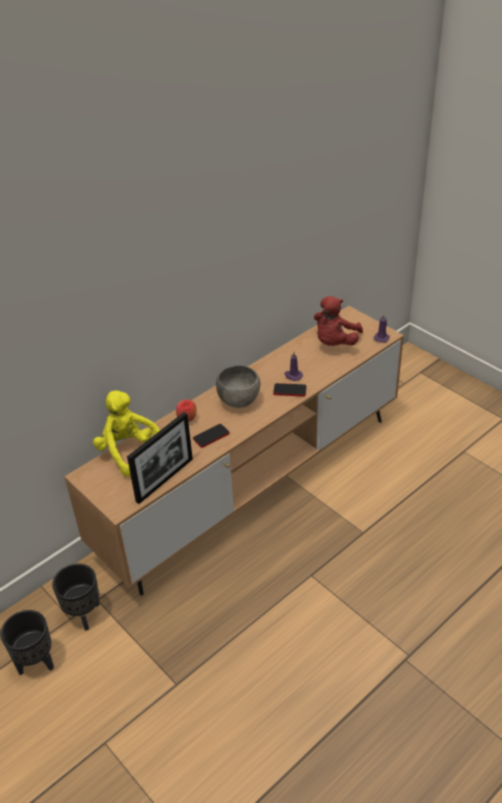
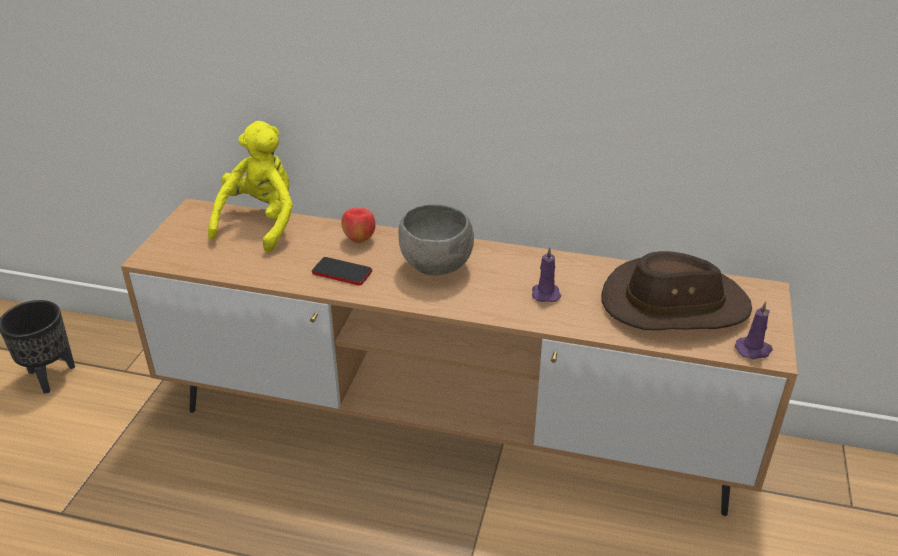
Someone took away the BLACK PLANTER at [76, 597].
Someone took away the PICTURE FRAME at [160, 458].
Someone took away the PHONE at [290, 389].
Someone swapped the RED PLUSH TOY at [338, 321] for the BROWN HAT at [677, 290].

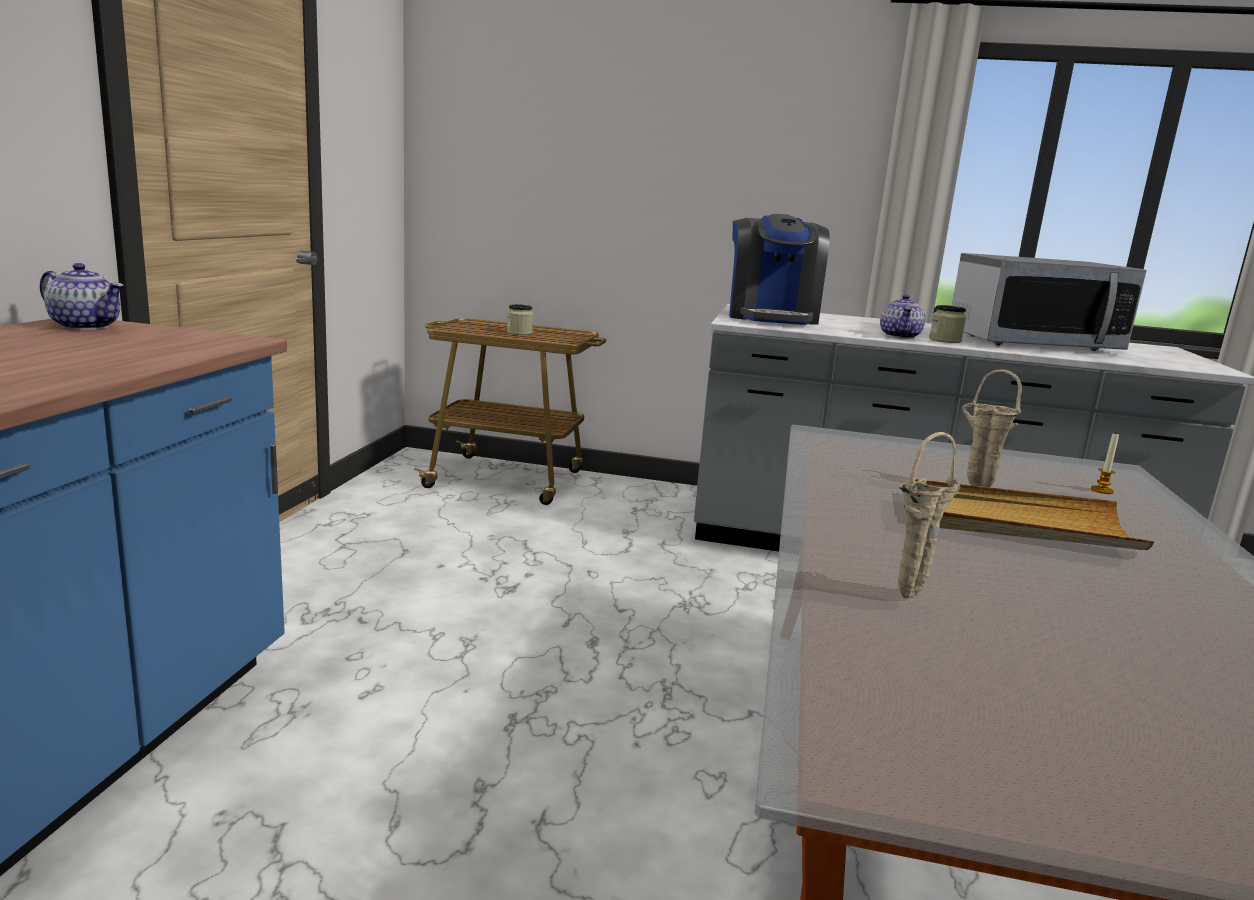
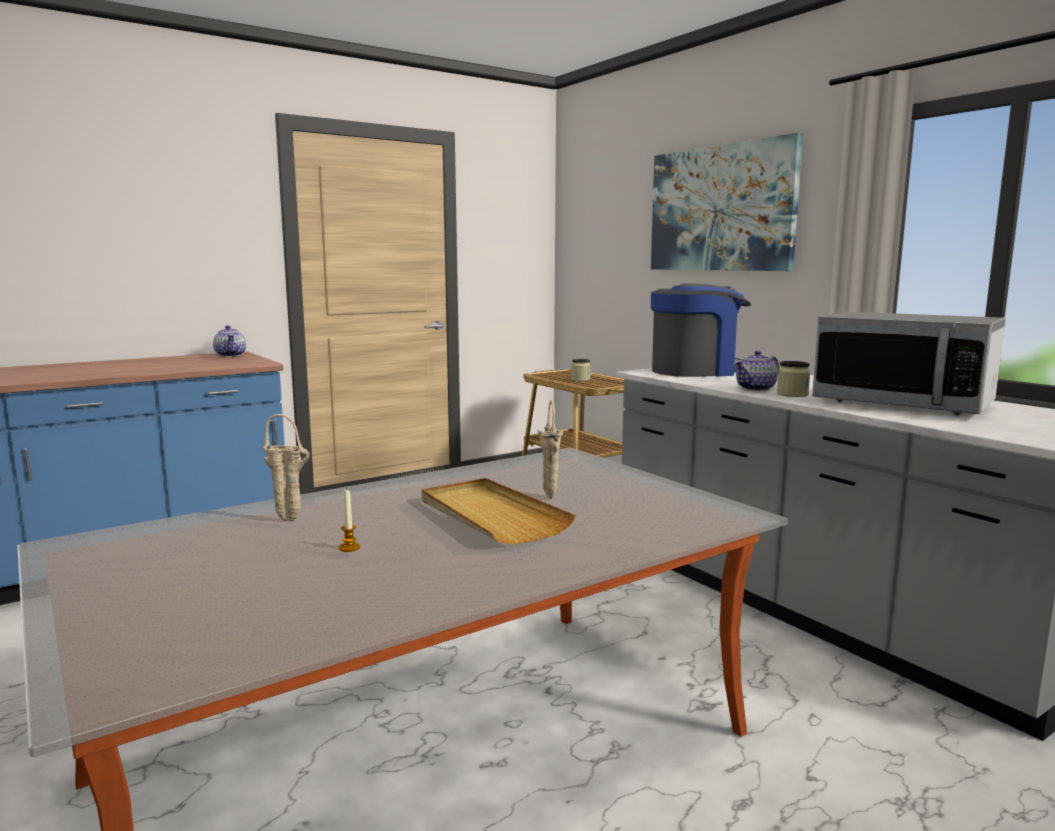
Someone rotated the COFFEE MACHINE at [779, 269] by 150 degrees counterclockwise.
Someone carried the CANDLE from [1105, 464] to [349, 520].
Someone put up the PICTURE at [727, 202].

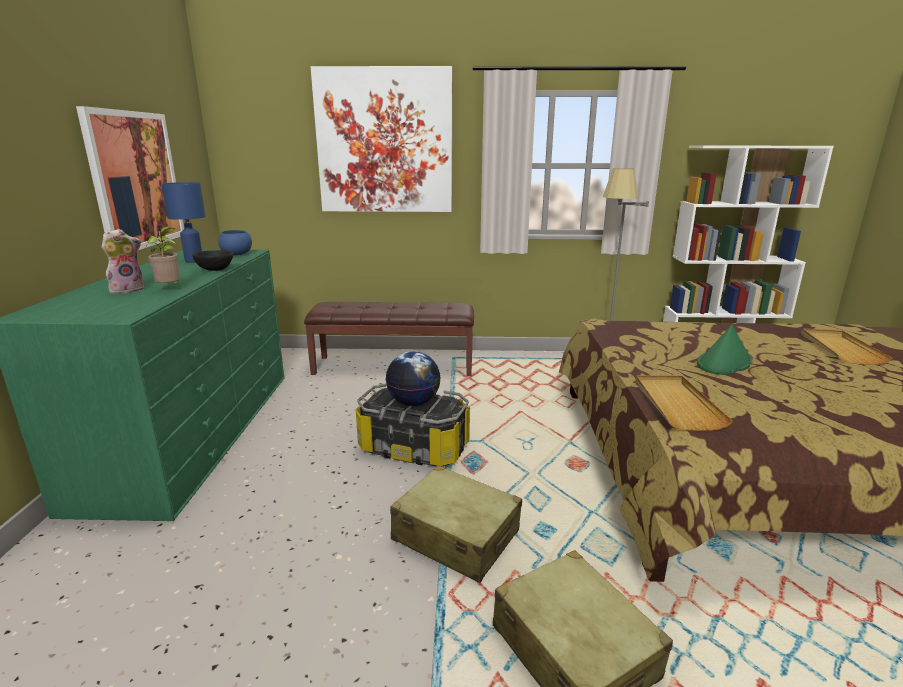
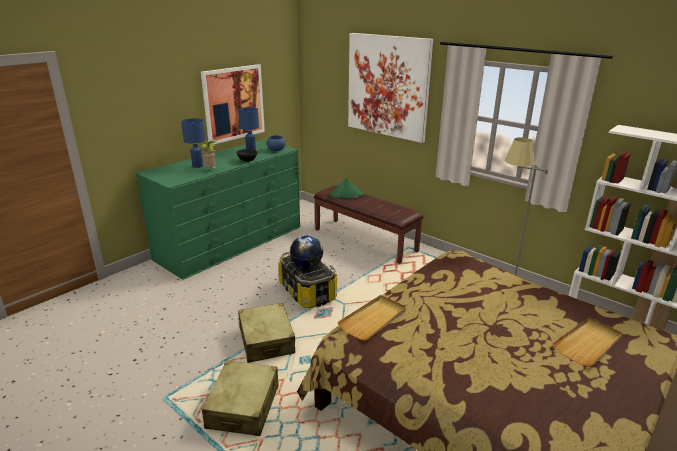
Someone swapped the PLUSH TOY at [122, 261] for the BLUE TABLE LAMP at [193, 143].
Someone carried the GREEN HAT from [725, 350] to [347, 188].

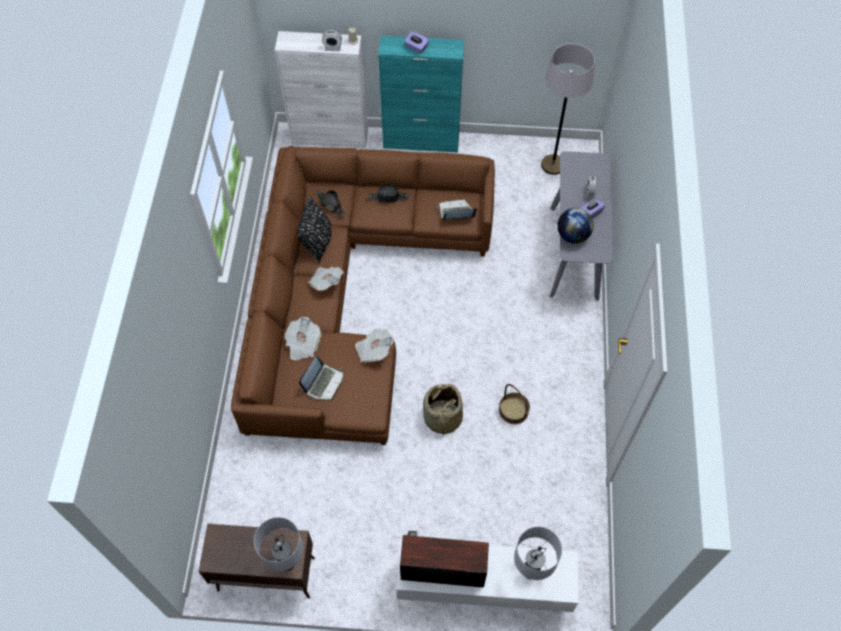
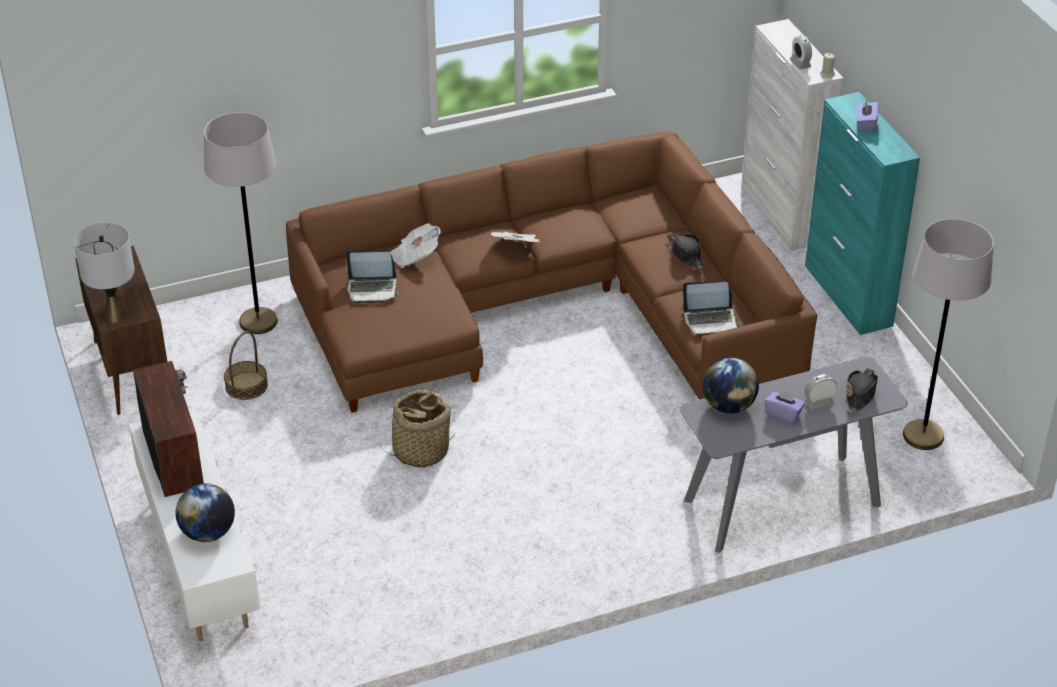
Someone took away the BLACK PILLOW at [314, 229].
Someone carried the BLACK HAT from [331, 203] to [862, 390].
Someone took away the NEWSPAPER at [374, 346].
Someone rotated the LAPTOP at [457, 209] by 120 degrees clockwise.
Someone carried the BASKET from [514, 404] to [246, 365].
Someone swapped the GREY TABLE LAMP at [538, 553] for the GLOBE at [205, 512].
Someone put down the GREY FLOOR LAMP at [241, 223].

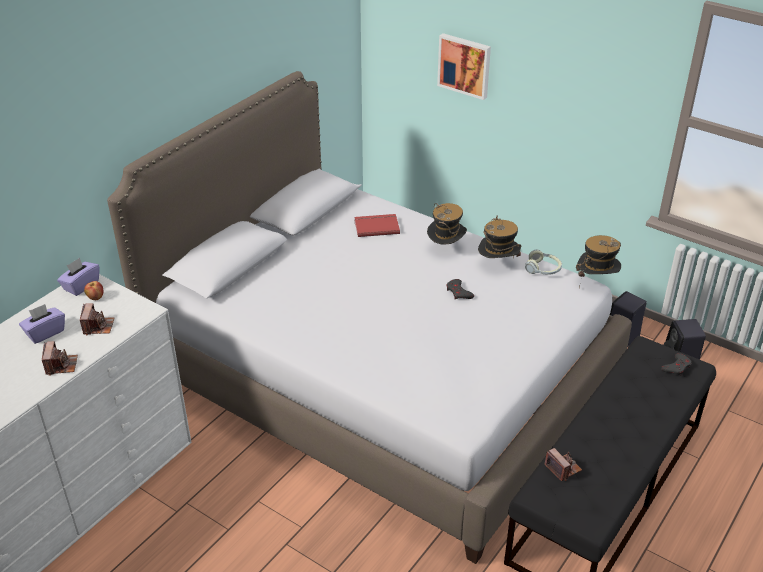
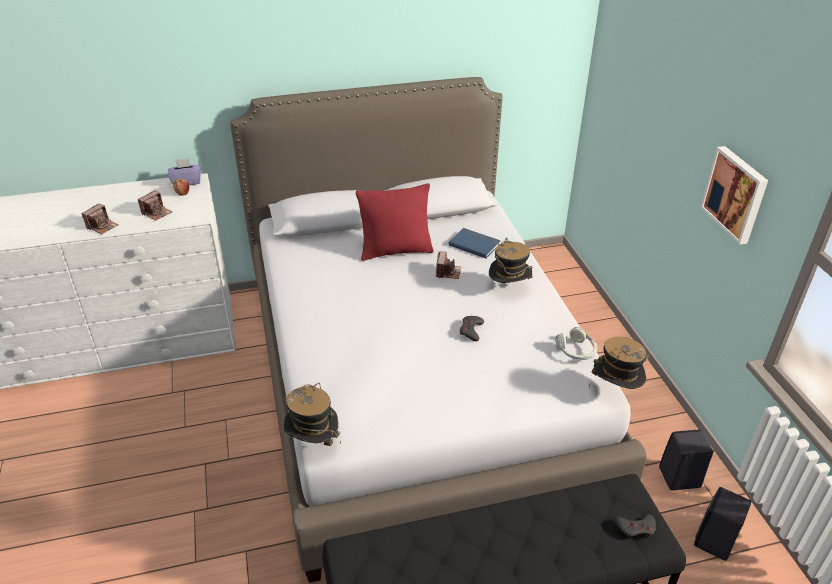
Someone took away the PURPLE TISSUE BOX at [42, 324].
Someone repainted the RED BOOK at [377, 225], which became the BLUE BOOK at [475, 243].
Someone carried the PICTURE from [464, 66] to [734, 195].
Someone carried the HAT from [499, 236] to [312, 414].
Someone carried the PHOTO CAMERA from [563, 464] to [448, 265].
Someone put down the RED PILLOW at [395, 222].

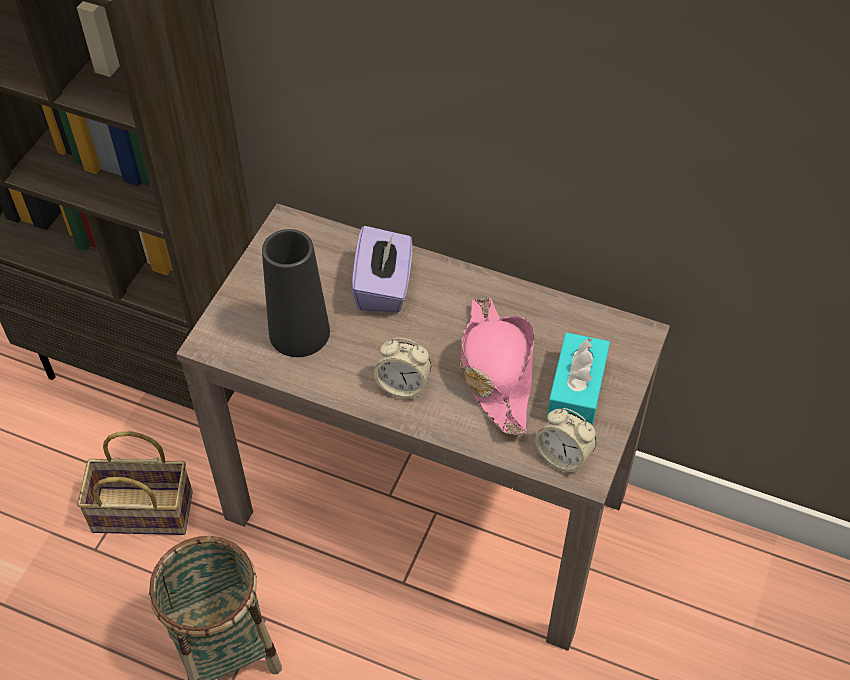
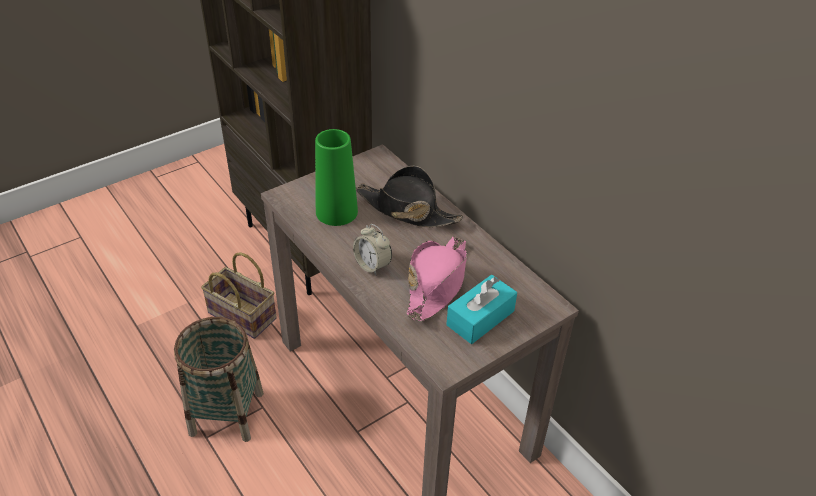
Someone repainted the BLACK VASE at [296, 293], which became the GREEN VASE at [336, 177].
Someone swapped the PURPLE TISSUE BOX at [382, 269] for the BLACK HAT at [409, 197].
Someone took away the ALARM CLOCK at [566, 441].

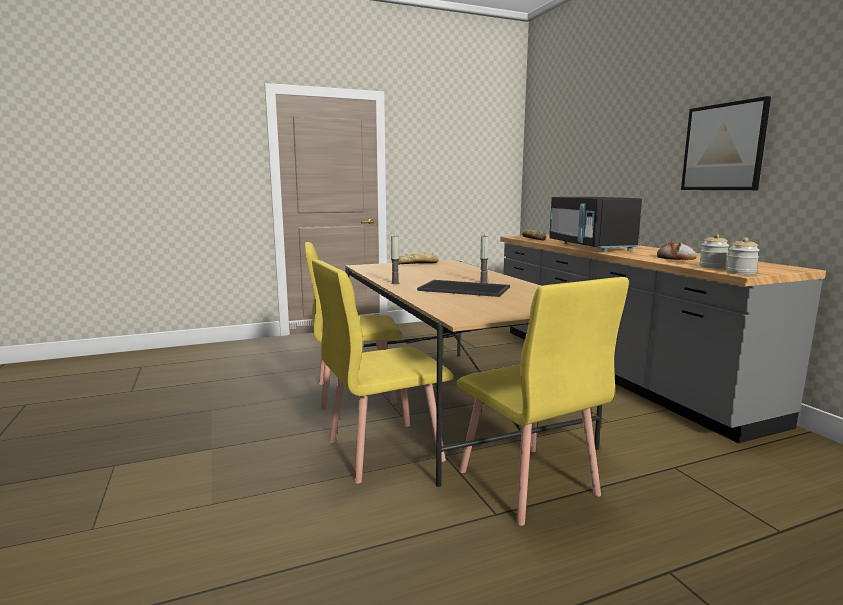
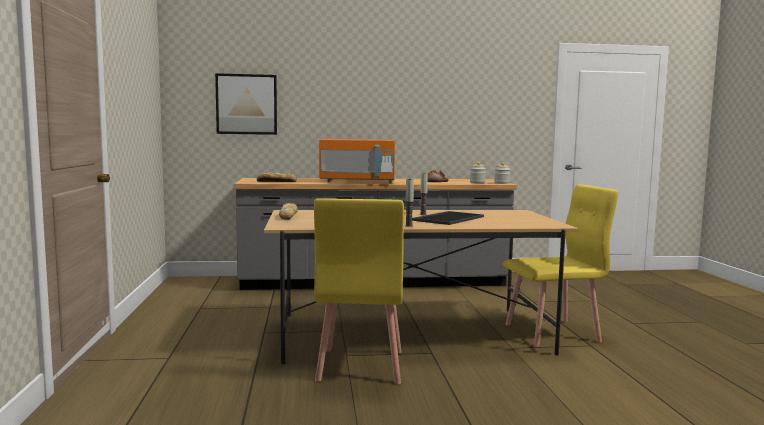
Someone took away the YELLOW CHAIR at [383, 372].
Someone repainted the BLACK MICROWAVE at [595, 224], which became the ORANGE MICROWAVE at [357, 161].
Someone carried the PICTURE from [726, 143] to [246, 104].

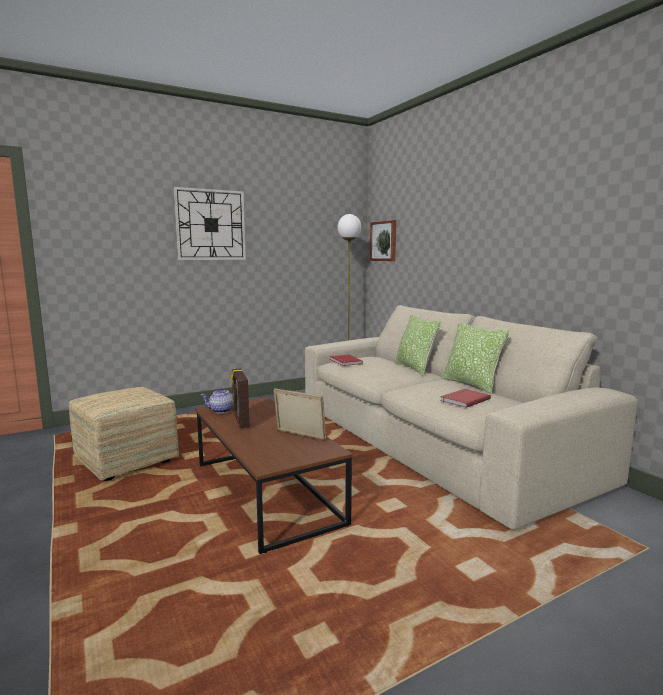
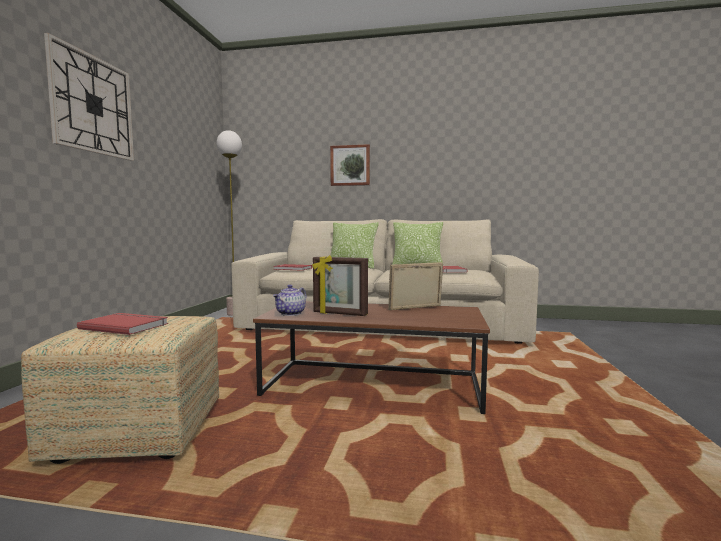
Someone carried the PICTURE from [383, 240] to [350, 165].
Someone put down the RED BOOK at [122, 324].

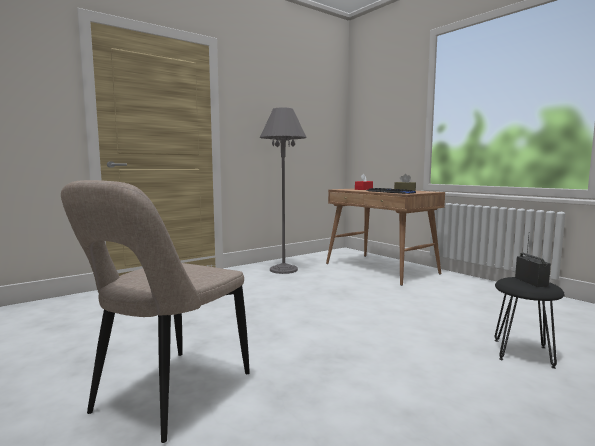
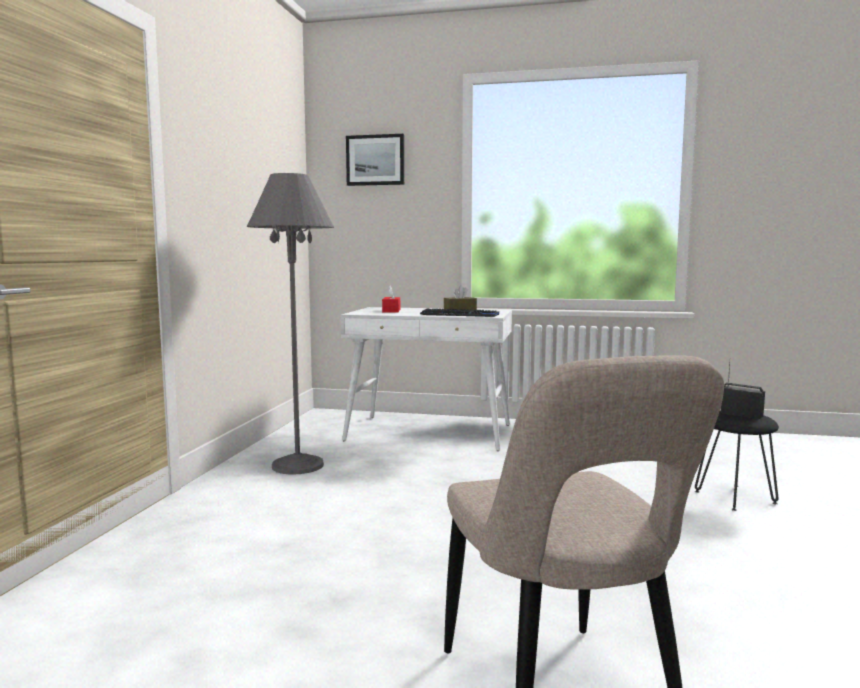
Someone repainted the BROWN DESK at [385, 237], which became the WHITE DESK at [426, 379].
Someone put up the PICTURE at [375, 160].

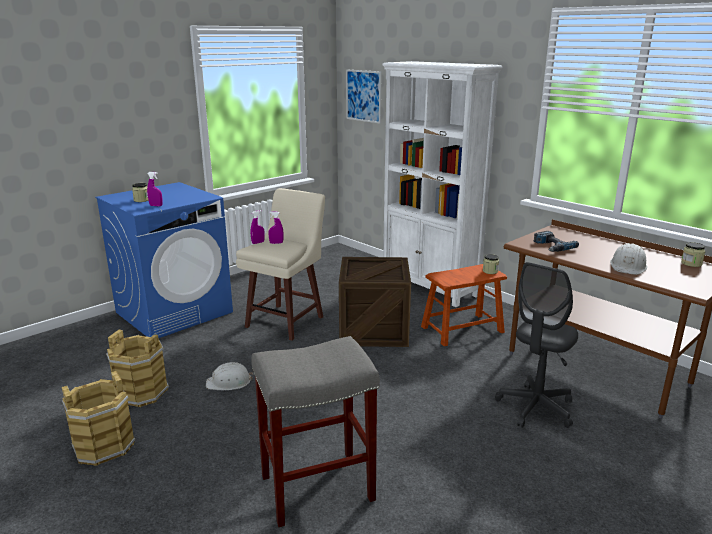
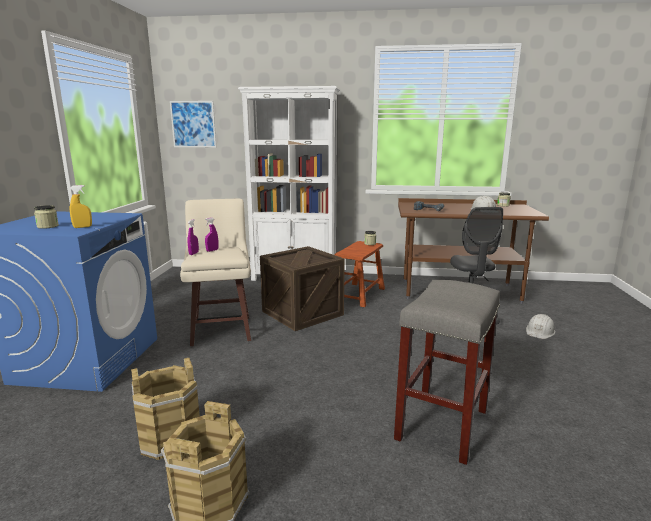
Someone repainted the PURPLE SPRAY BOTTLE at [155, 189], which became the YELLOW SPRAY BOTTLE at [81, 206].
Someone carried the WHITE HARD HAT from [229, 376] to [540, 326].

